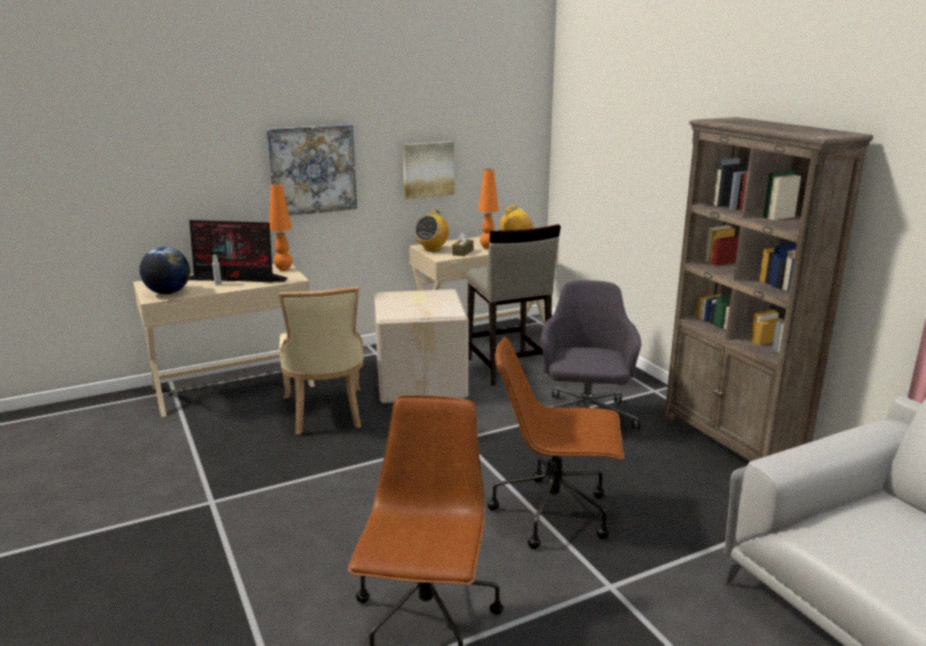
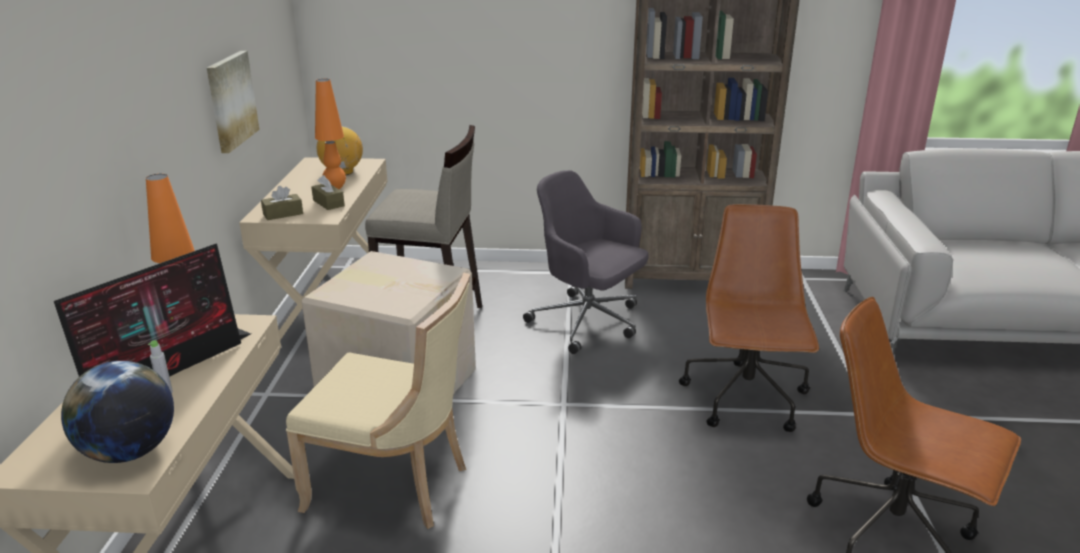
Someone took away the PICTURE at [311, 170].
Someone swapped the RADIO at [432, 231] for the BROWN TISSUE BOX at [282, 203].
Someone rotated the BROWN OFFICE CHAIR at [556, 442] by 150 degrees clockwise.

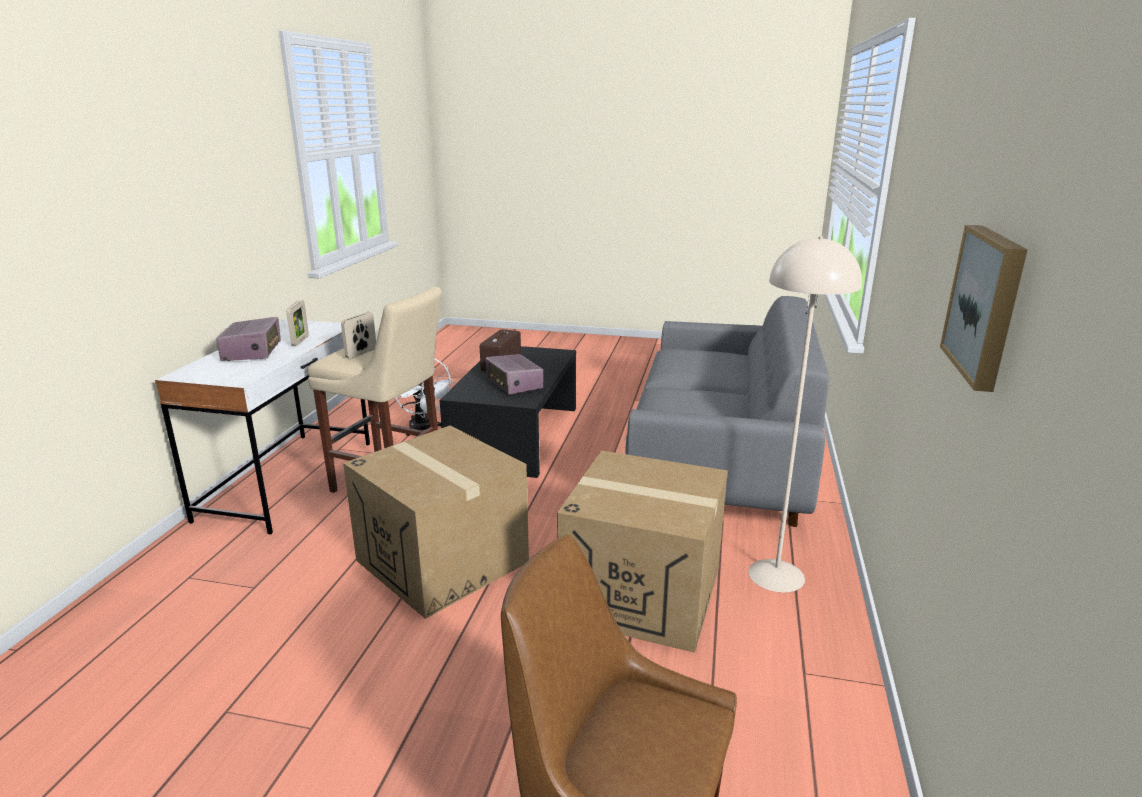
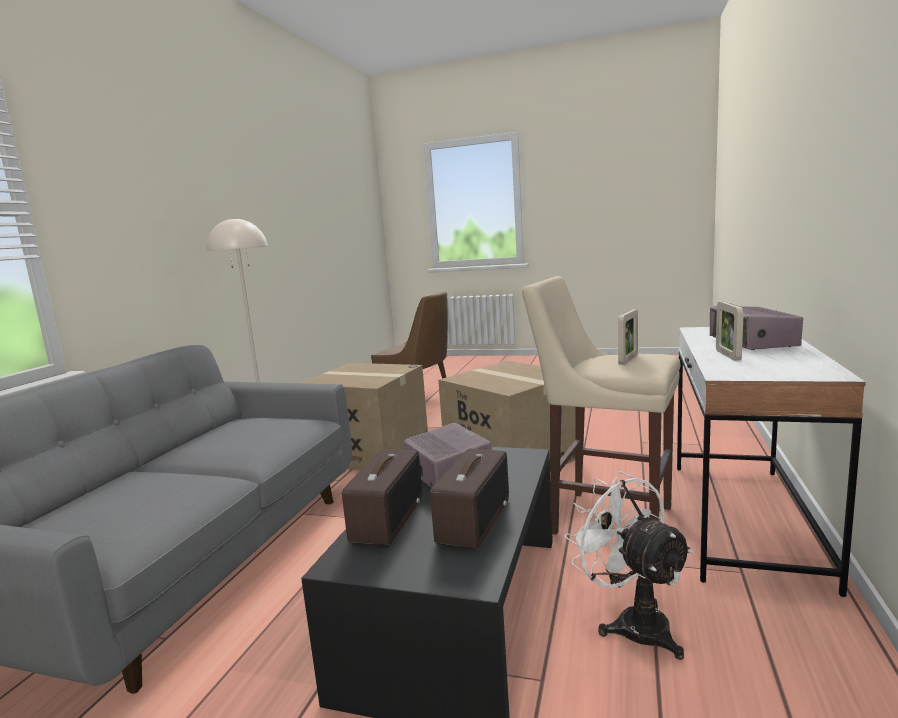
Someone took away the PICTURE at [984, 308].
Someone put down the RADIO at [382, 497].

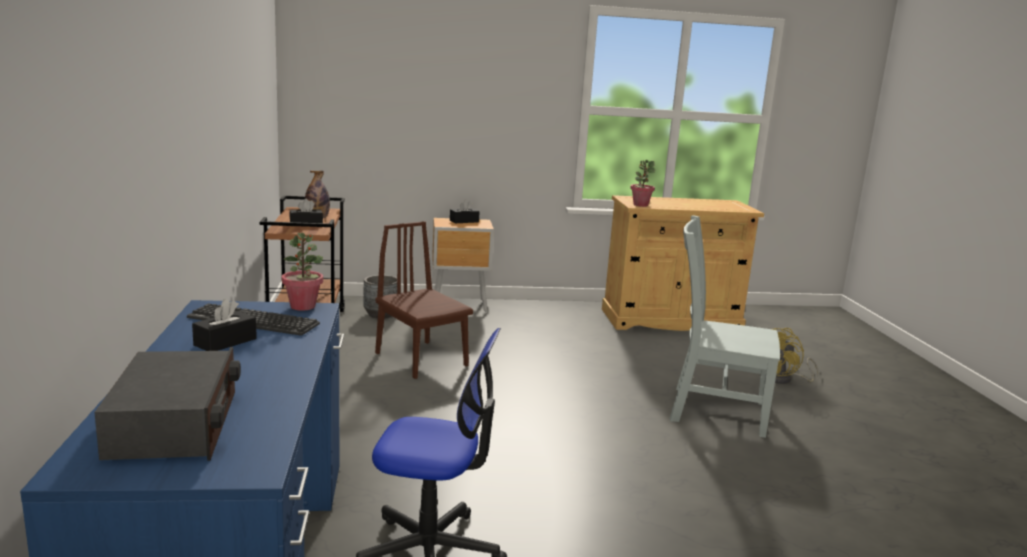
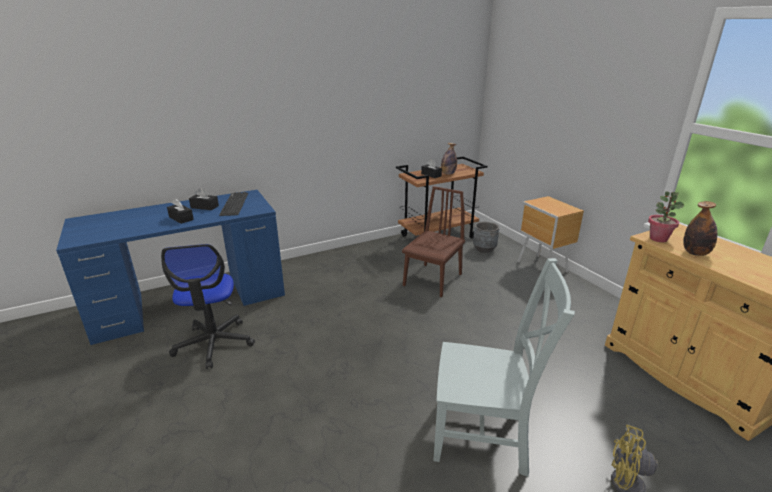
Someone took away the RADIO at [167, 404].
Someone took away the POTTED PLANT at [302, 272].
Someone carried the BLACK TISSUE BOX from [465, 211] to [180, 211].
Someone rotated the GREY CHAIR at [725, 326] by 105 degrees clockwise.
Someone put down the BOTTLE at [700, 228].

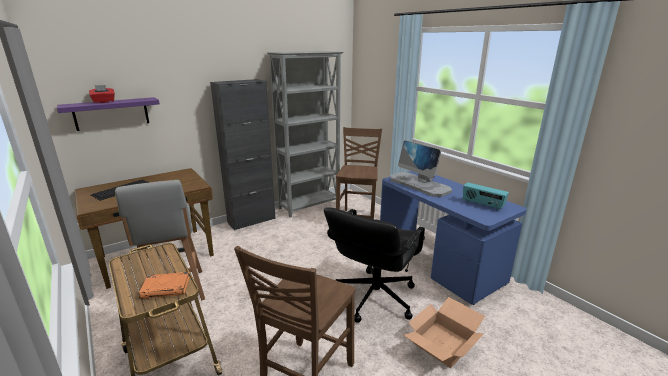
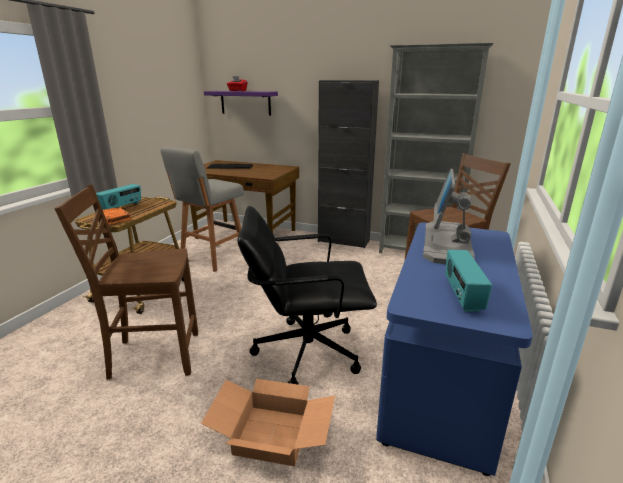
Someone put down the RADIO at [118, 197].

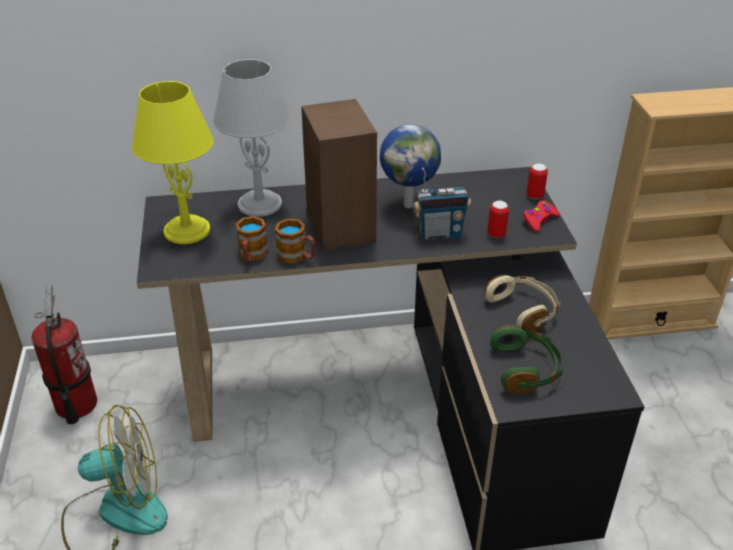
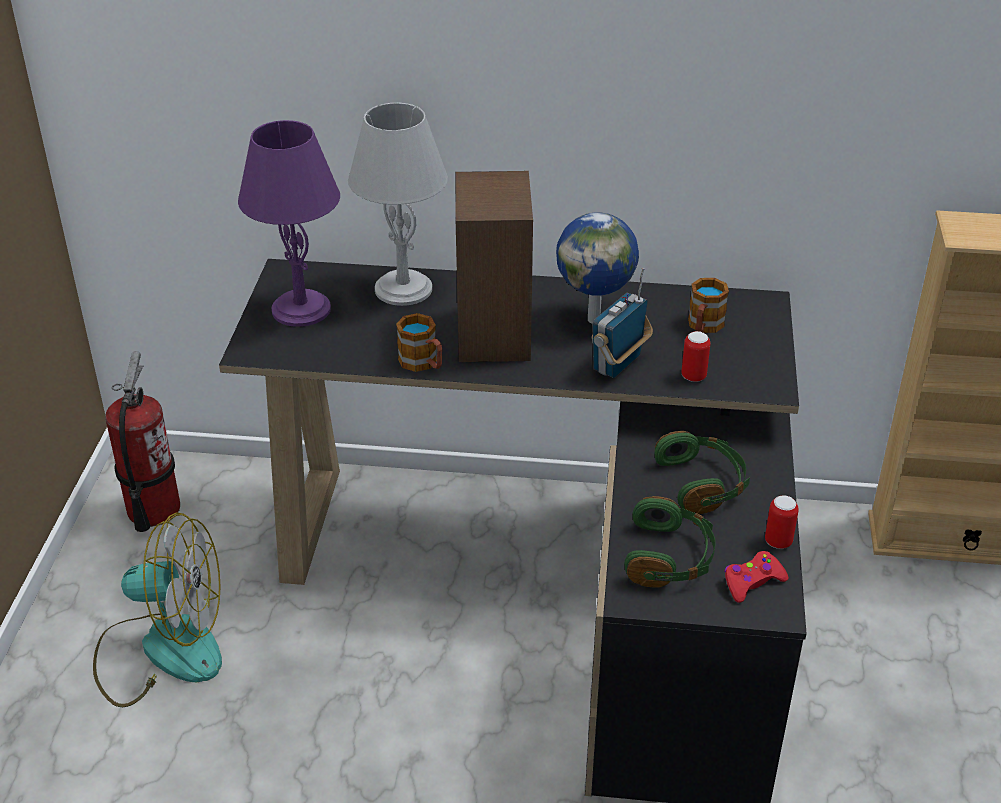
Someone repainted the YELLOW TABLE LAMP at [173, 162], which became the PURPLE TABLE LAMP at [289, 223].
Someone carried the MUG from [252, 239] to [708, 305].
Someone rotated the RADIO at [442, 204] by 120 degrees clockwise.
Someone repainted the BEIGE HEADPHONES at [522, 303], which became the GREEN HEADPHONES at [702, 472].
Someone carried the RED GAME CONTROLLER from [541, 216] to [756, 577].
Someone carried the CAN from [537, 181] to [782, 522].

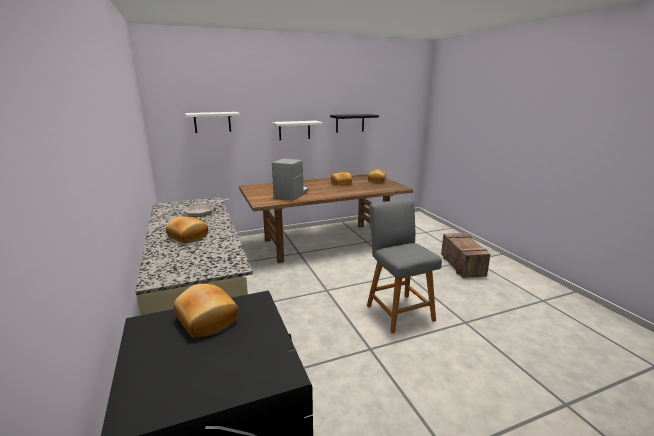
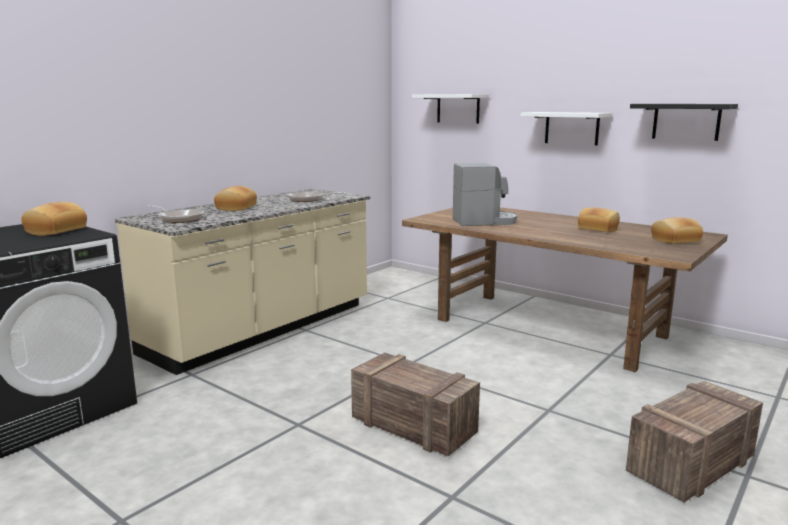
Someone swapped the GREY STOOL at [404, 266] for the CRATE at [415, 404].
Someone put down the FRYING PAN at [175, 214].

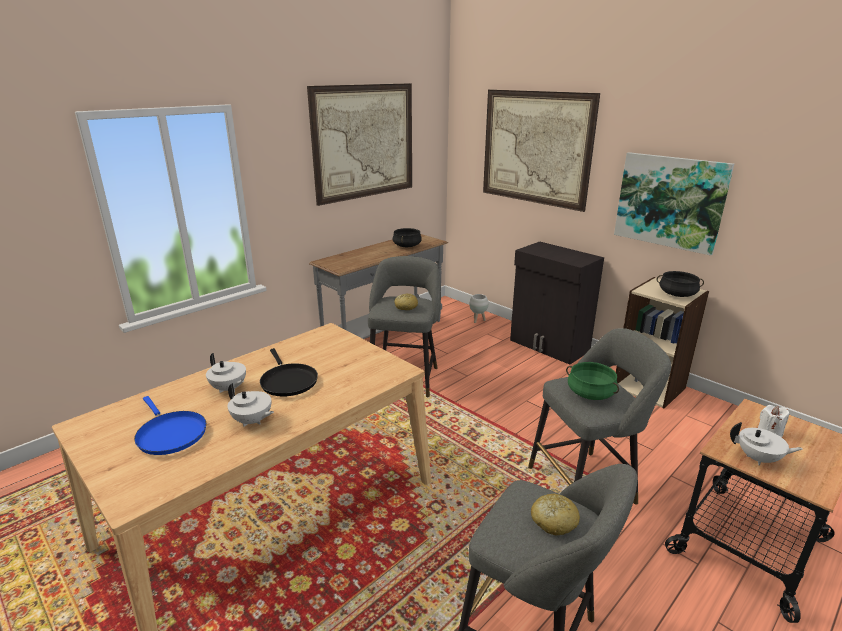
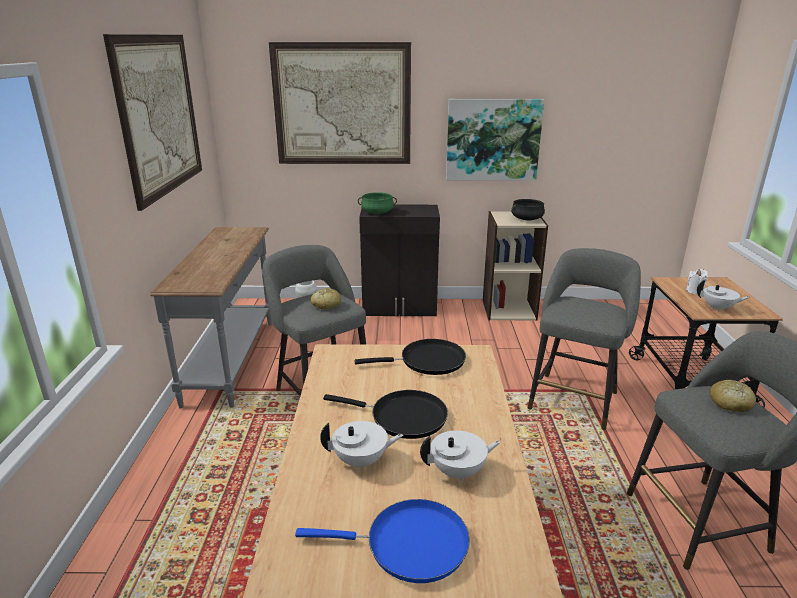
Someone took away the BLACK COOKING POT at [407, 237].
Someone carried the GREEN COOKING POT from [592, 381] to [377, 203].
Someone rotated the WHITE TEAPOT at [766, 444] by 45 degrees clockwise.
Someone put down the BLACK FRYING PAN at [410, 357].

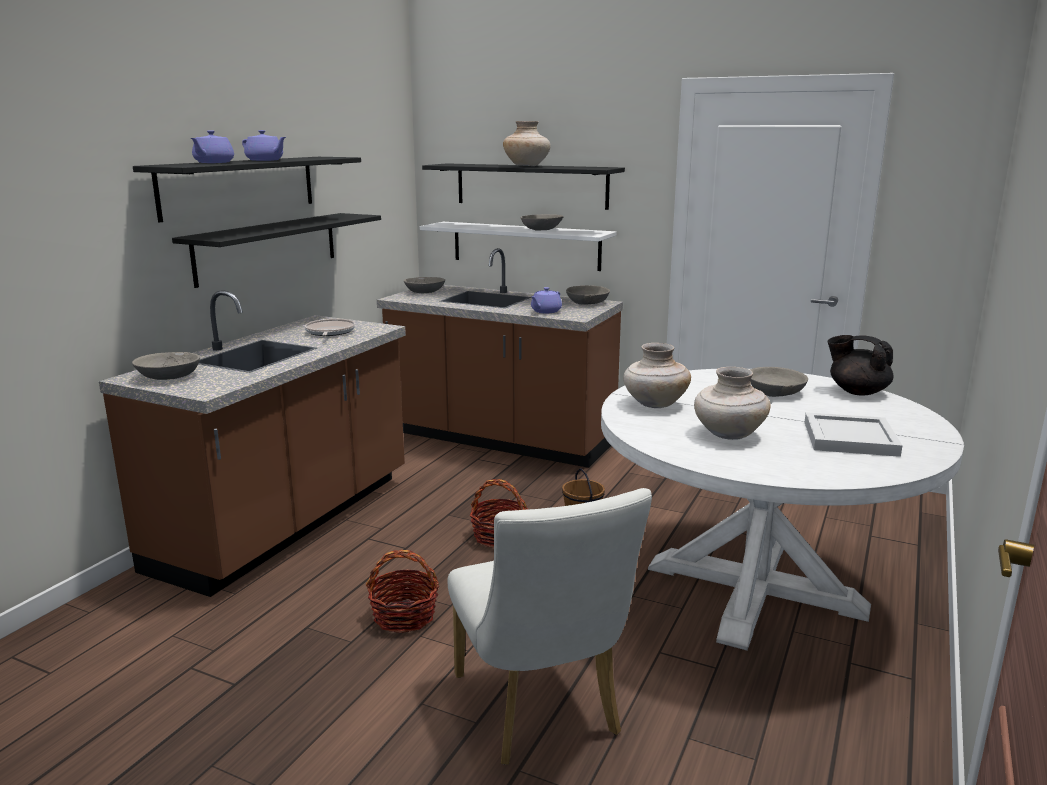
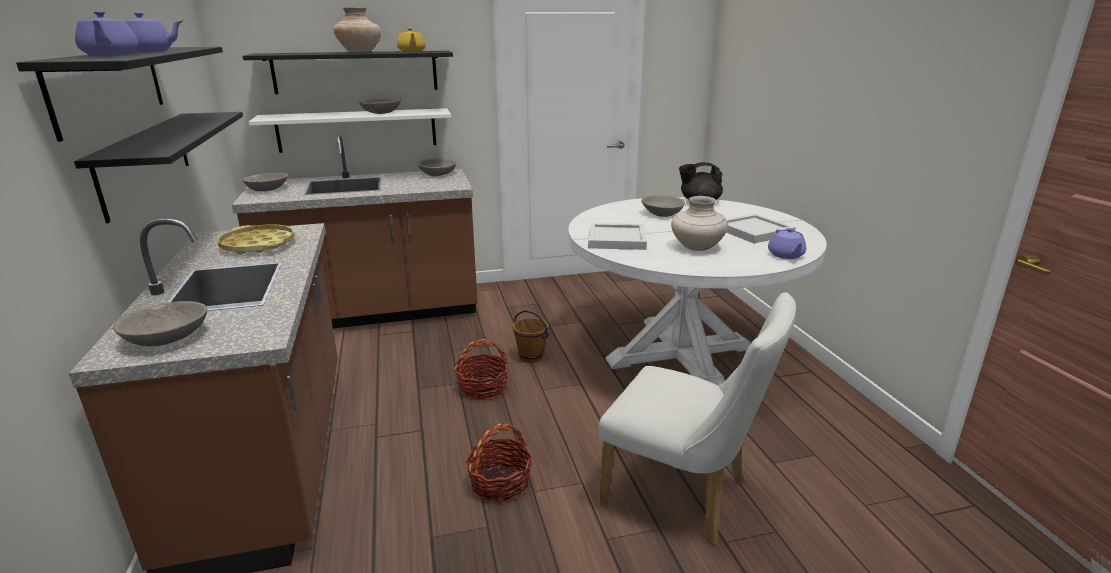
Someone swapped the FRYING PAN at [329, 327] for the YELLOW TRAY at [256, 239].
Someone carried the PURPLE TEAPOT from [546, 300] to [787, 243].
Someone swapped the BEIGE VASE at [657, 375] for the WHITE TRAY at [617, 236].
Someone put down the YELLOW TEAPOT at [411, 40].

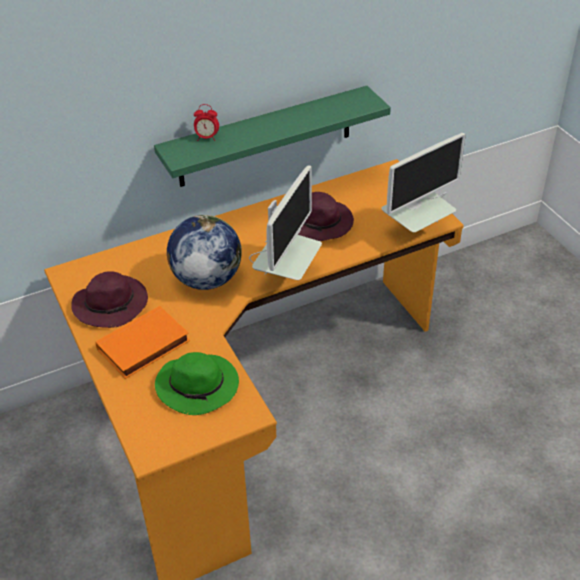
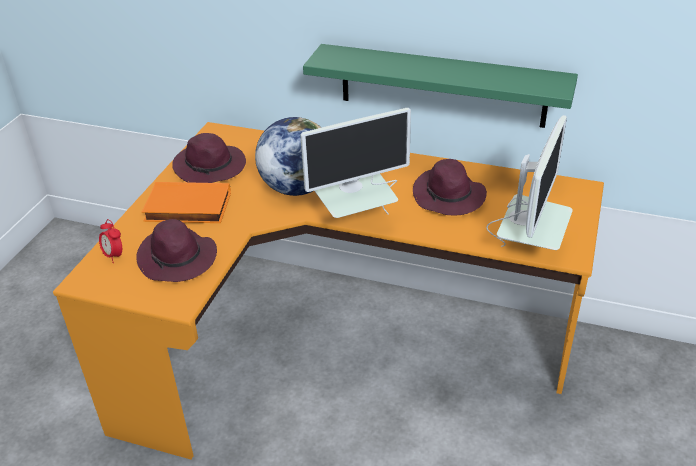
Someone repainted the GREEN HAT at [197, 383], which became the PURPLE HAT at [176, 250].
Someone carried the ALARM CLOCK from [206, 122] to [110, 241].
Someone rotated the MONITOR at [423, 182] by 75 degrees counterclockwise.

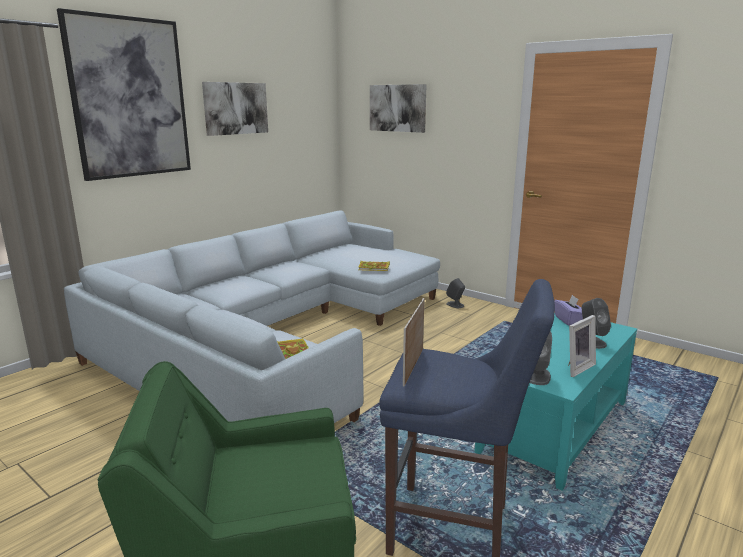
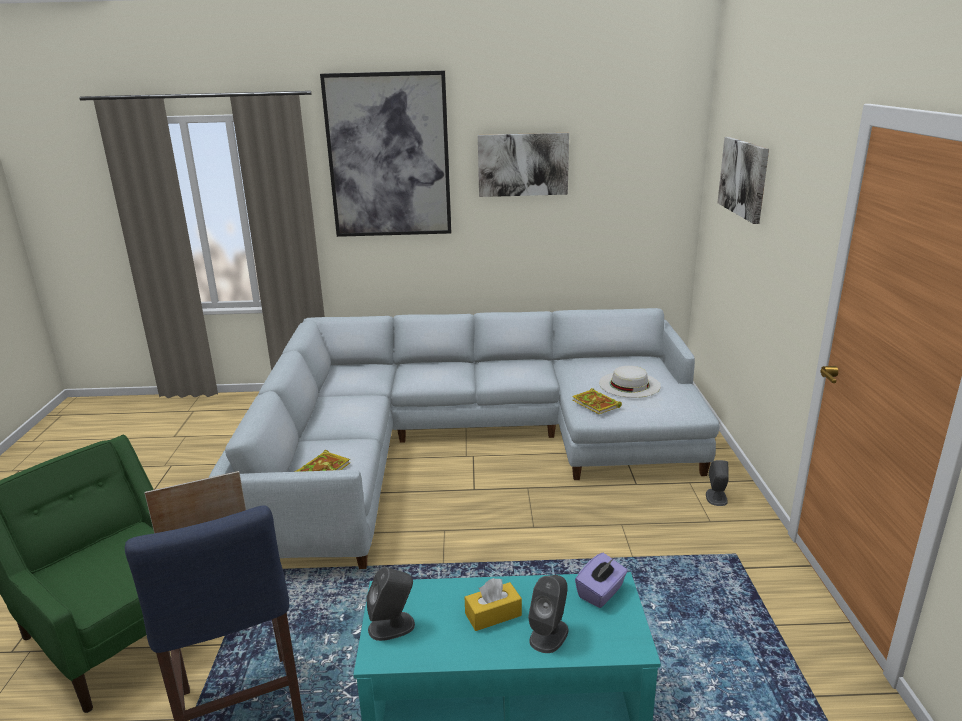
Someone took away the PICTURE FRAME at [582, 346].
Someone put down the YELLOW TISSUE BOX at [493, 604].
Someone put down the WHITE HAT at [630, 382].

